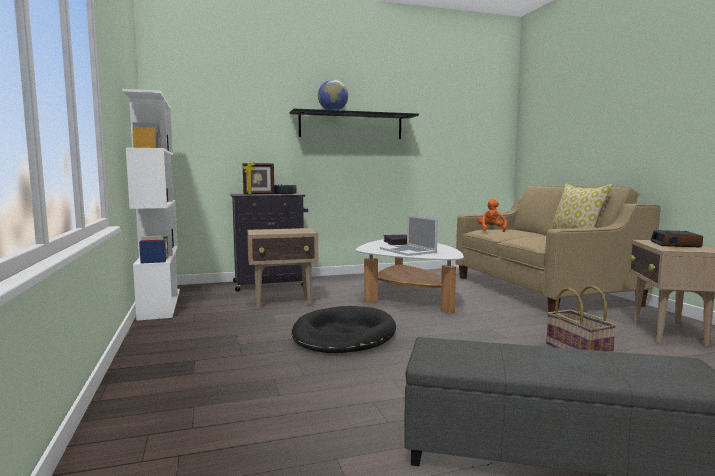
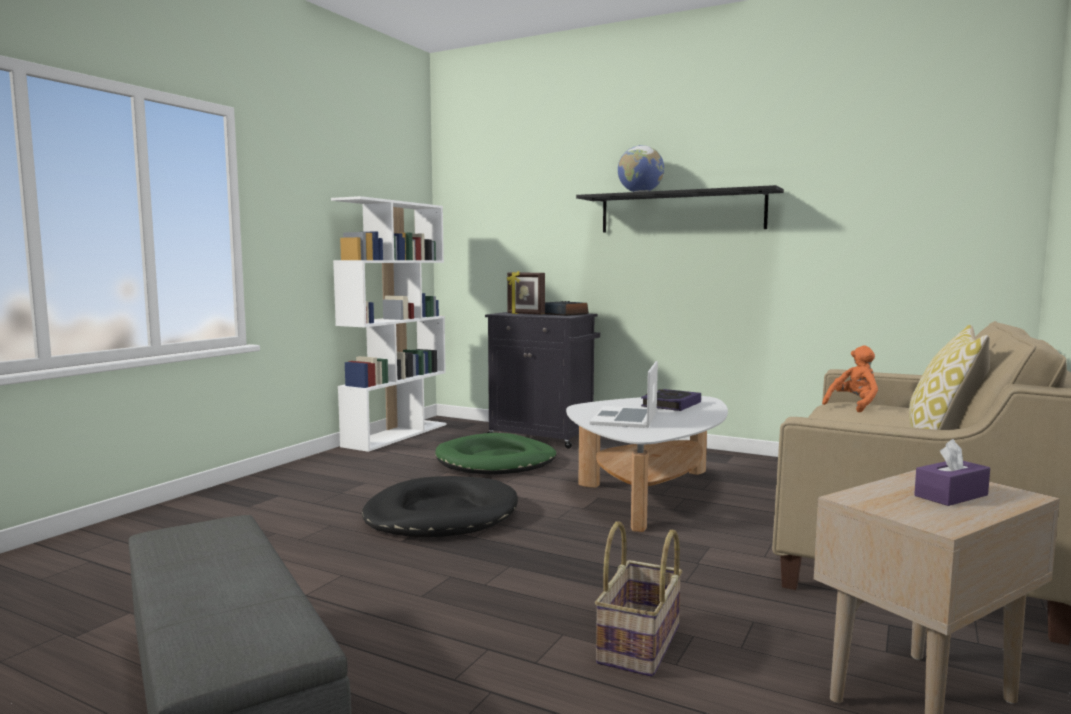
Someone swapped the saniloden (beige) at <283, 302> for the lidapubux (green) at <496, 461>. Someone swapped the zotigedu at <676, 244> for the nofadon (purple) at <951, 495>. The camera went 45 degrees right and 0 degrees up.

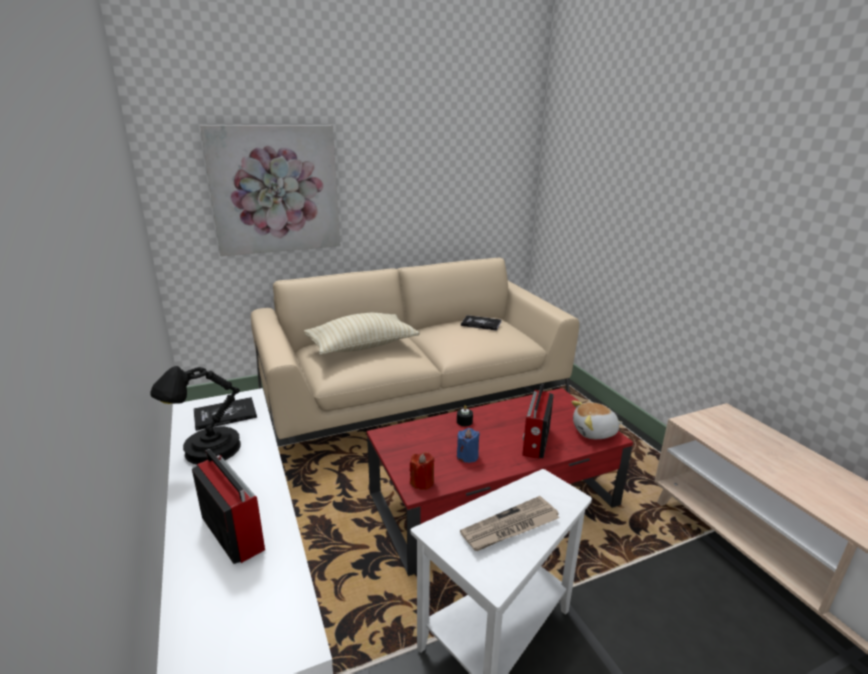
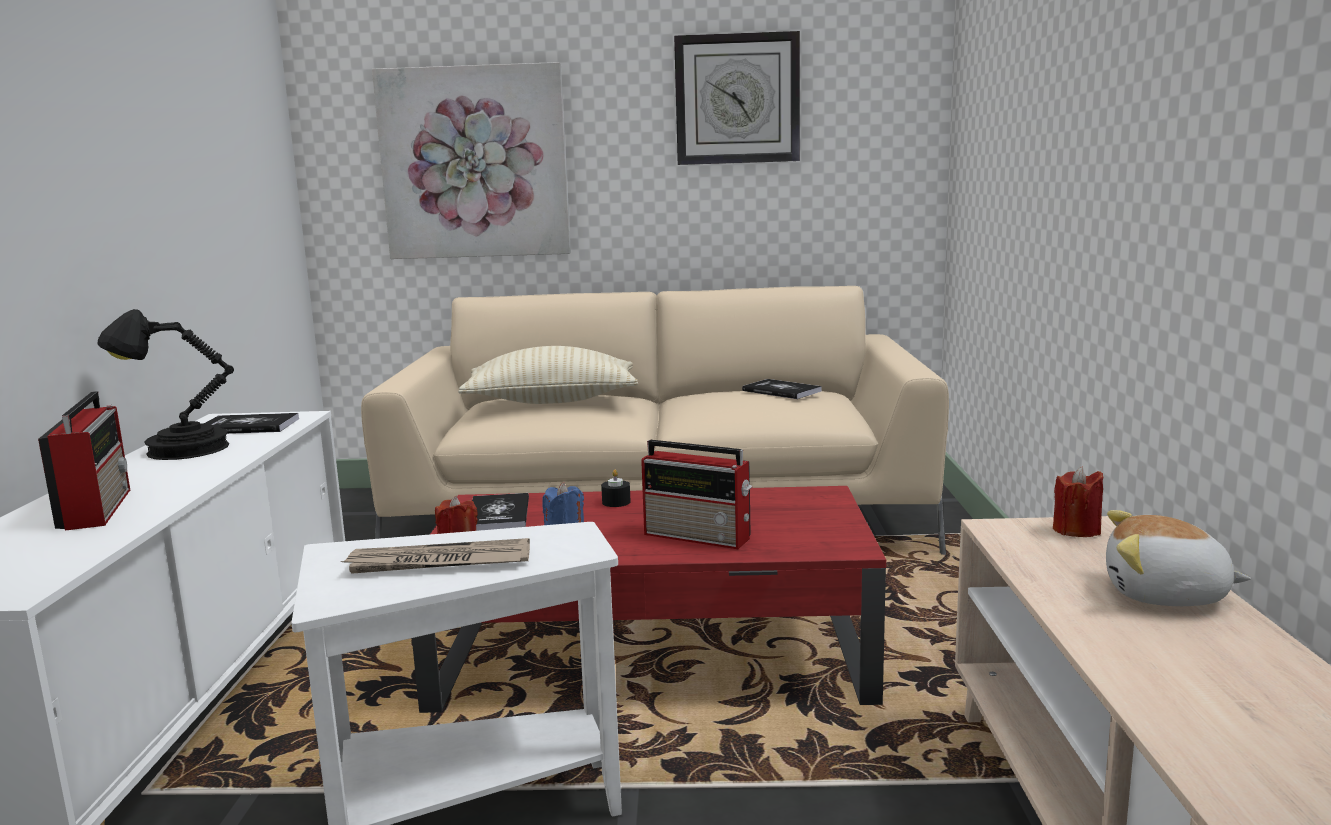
Someone rotated the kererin at <535, 442> by 105 degrees counterclockwise. Someone carried the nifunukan from <594, 432> to <1165, 595>. Someone put up the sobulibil at <737, 99>. Someone put down the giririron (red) at <1076, 530>. Someone put down the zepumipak at <498, 514>. The camera went 25 degrees right and 10 degrees down.

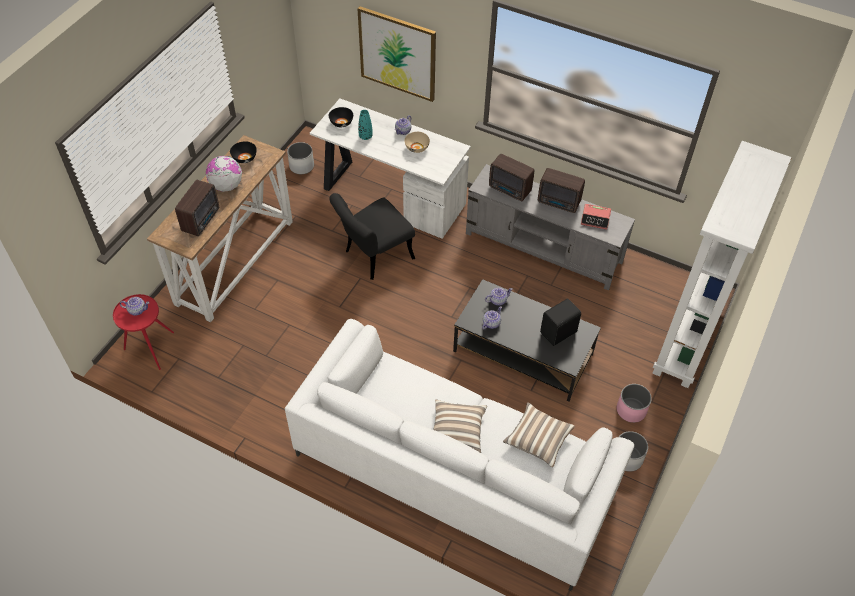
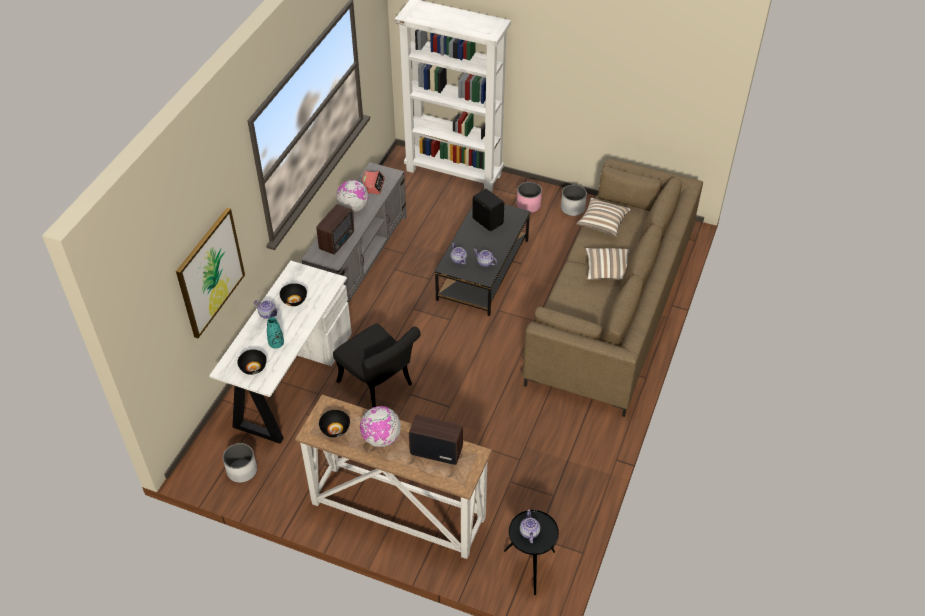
Someone repainted the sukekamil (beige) at <417, 148>, which became the sukekamil (black) at <294, 300>. Someone swapped the kererin at <559, 203> for the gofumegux at <353, 208>. Someone repainted the saniloden (red) at <150, 349>, which became the saniloden (black) at <530, 568>. Someone repainted the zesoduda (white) at <454, 471>, which became the zesoduda (brown) at <611, 307>. The camera went 95 degrees left and 5 degrees down.

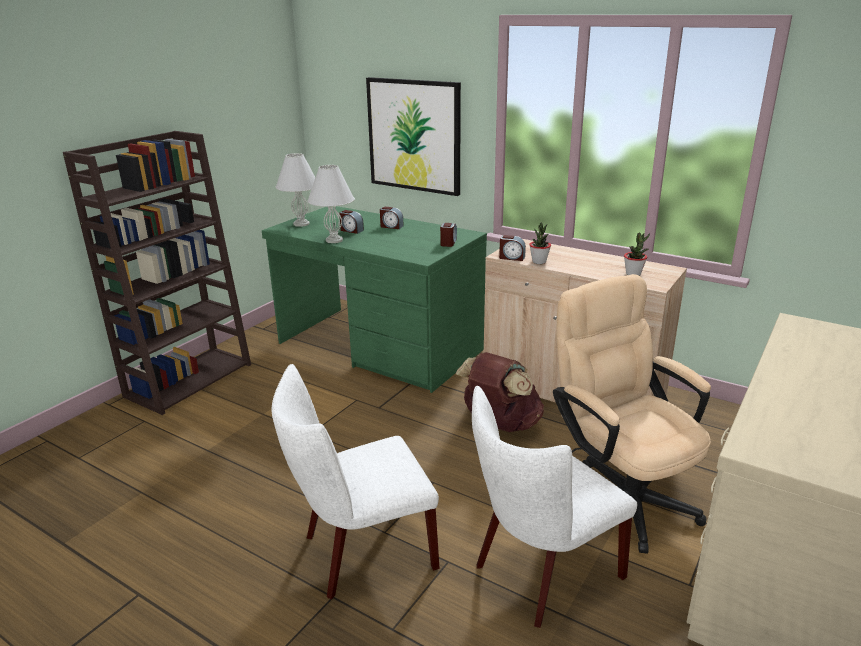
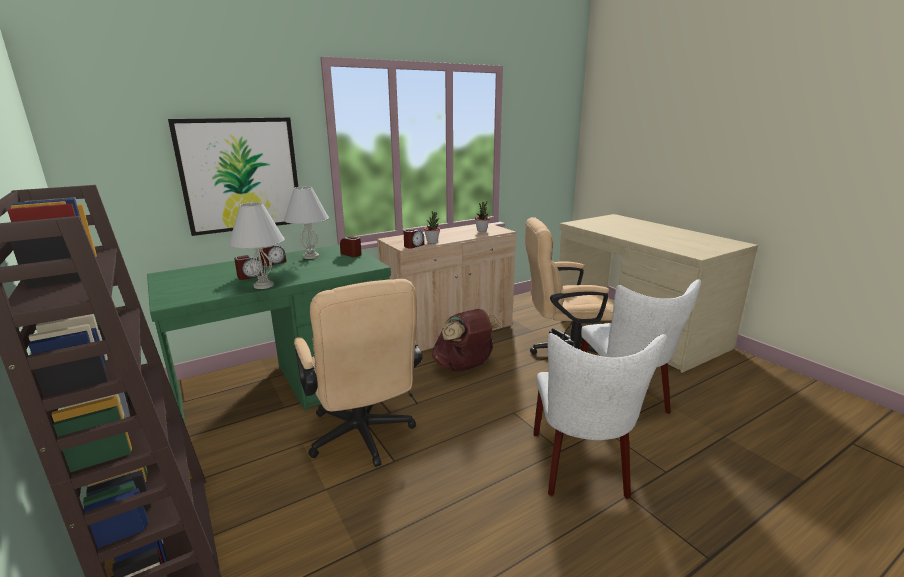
Someone carried the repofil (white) from <301, 224> to <310, 256>. Someone put down the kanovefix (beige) at <363, 438>. The camera went 65 degrees left and 5 degrees down.

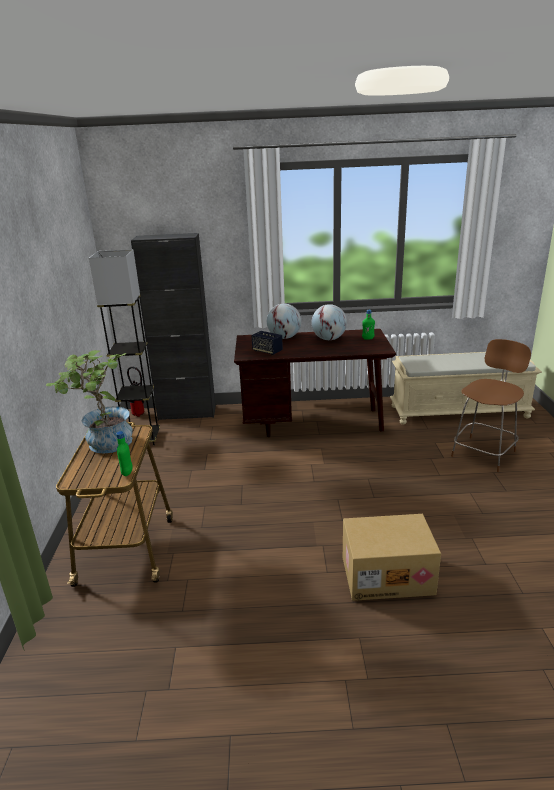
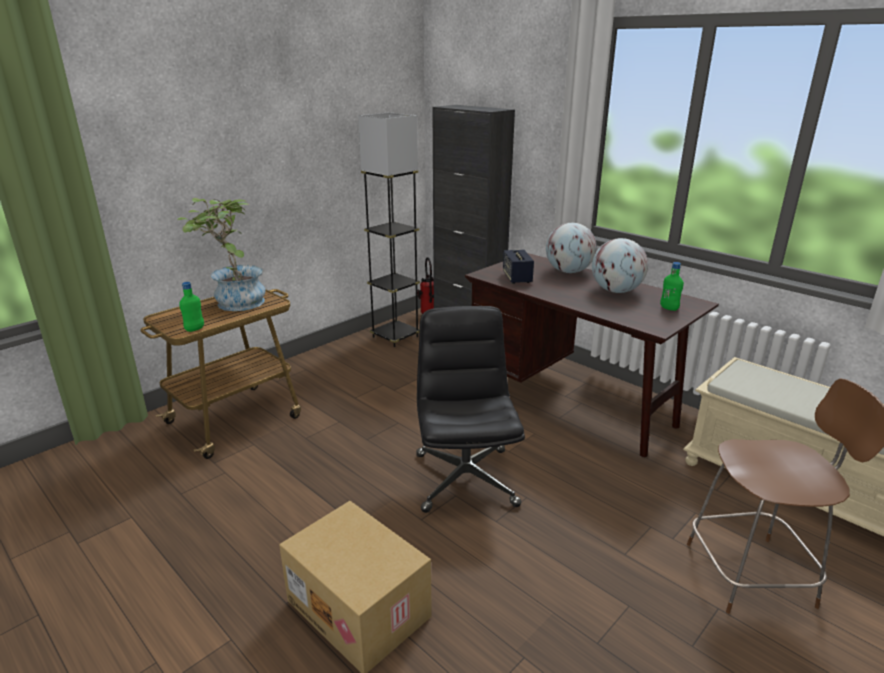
Someone put down the kanovefix (black) at <465, 478>. The camera went 45 degrees right and 0 degrees up.

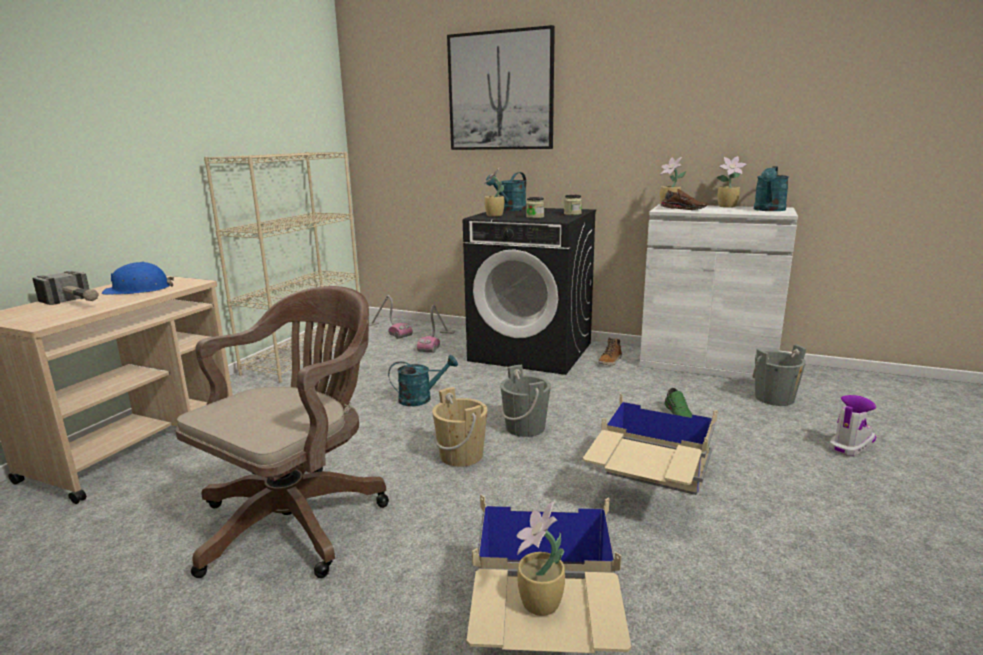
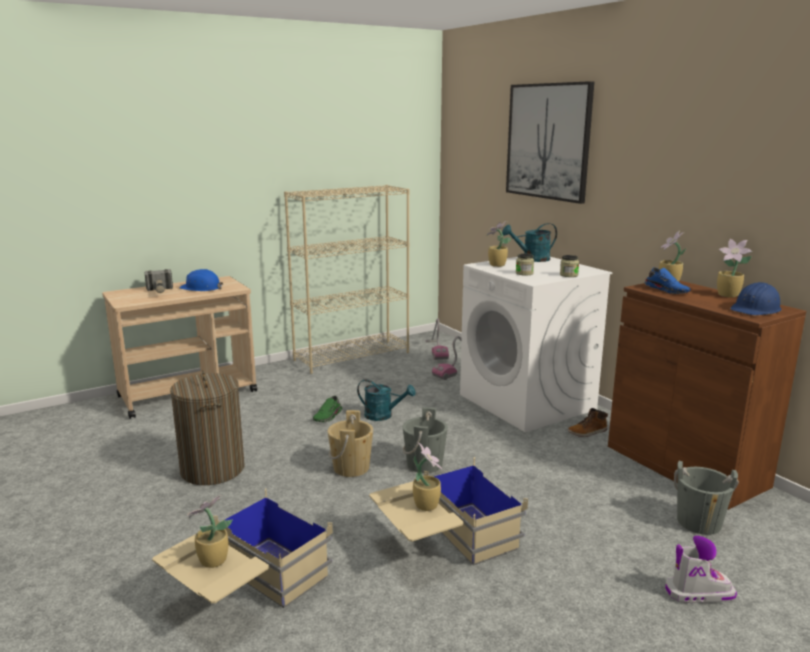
Someone swapped the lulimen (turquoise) at <769, 210> for the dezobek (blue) at <756, 309>. Someone repainted the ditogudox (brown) at <683, 209>, which became the ditogudox (blue) at <667, 290>. Someone repainted the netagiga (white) at <706, 364>, which became the netagiga (brown) at <685, 466>. Someone repainted the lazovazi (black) at <532, 351>, which became the lazovazi (white) at <528, 402>. Someone swapped the kanovefix (brown) at <299, 518> for the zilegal at <213, 469>. Someone carried the ditogudox (green) from <679, 414> to <328, 416>. Someone put down the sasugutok at <426, 505>. The camera went 35 degrees right and 0 degrees up.

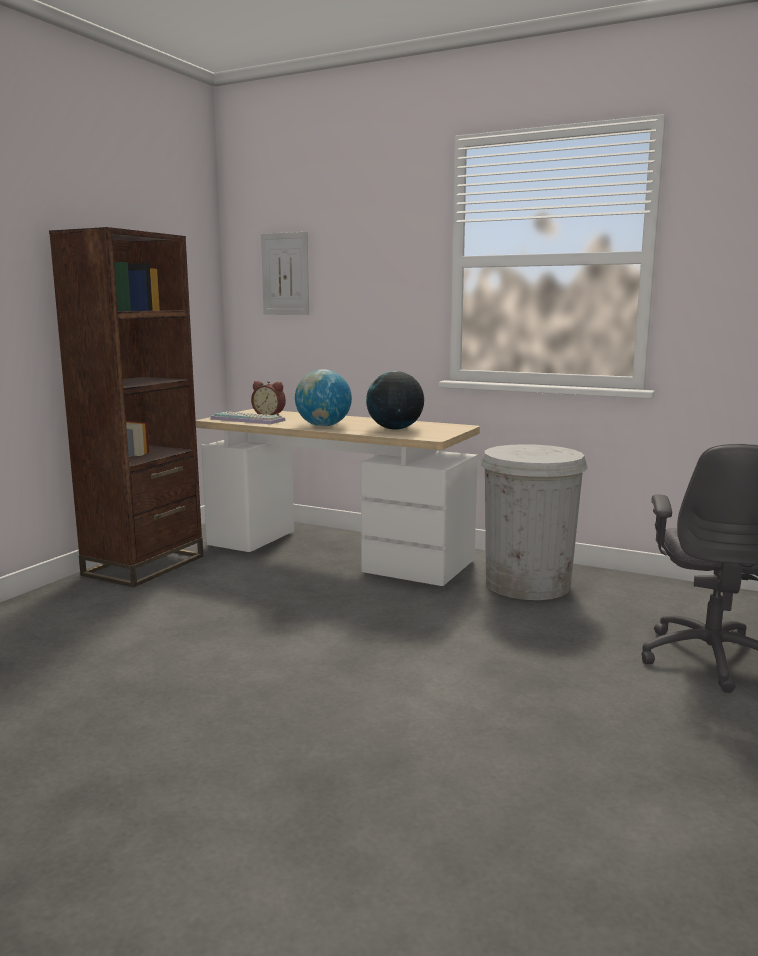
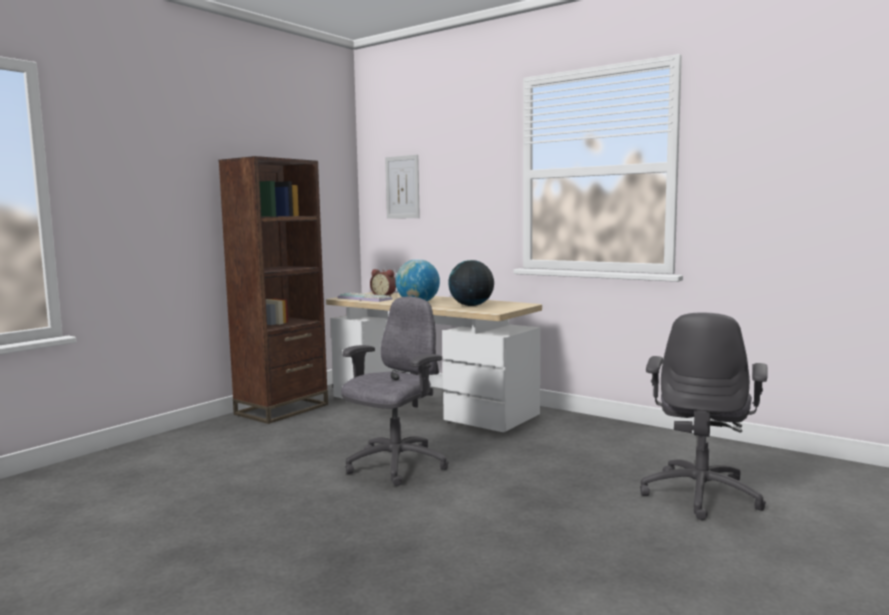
Someone took away the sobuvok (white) at <527, 584>. Someone put down the kanovefix (grey) at <395, 466>. The camera went 10 degrees right and 5 degrees down.

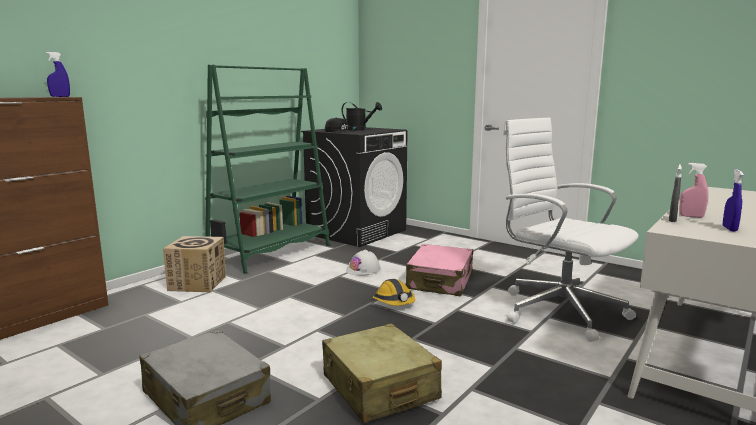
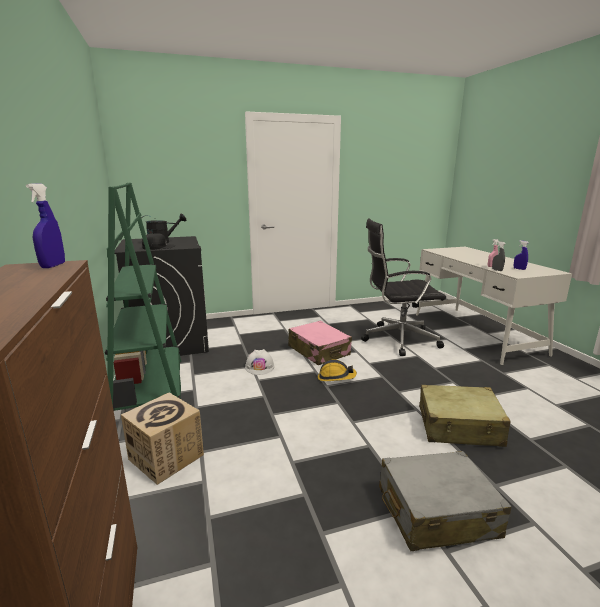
Someone repainted the kanovefix (white) at <558, 310>, which became the kanovefix (black) at <398, 339>. The camera went 55 degrees left and 5 degrees up.

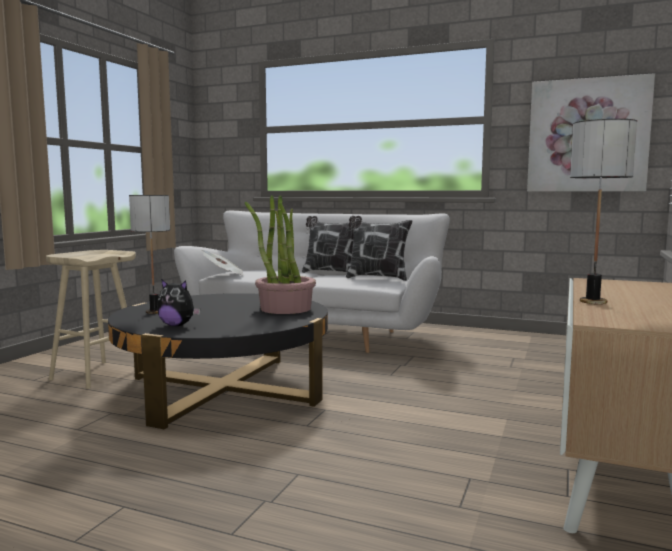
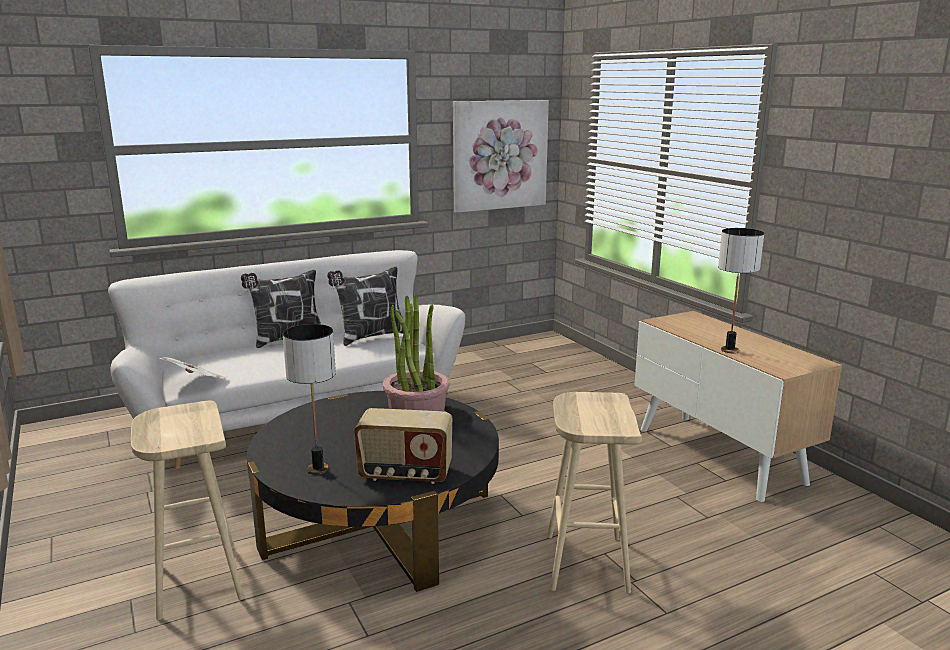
Someone swapped the nifunukan at <177, 325> for the kererin at <405, 474>. Someone put down the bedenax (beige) at <585, 561>. The camera went 50 degrees left and 10 degrees up.

